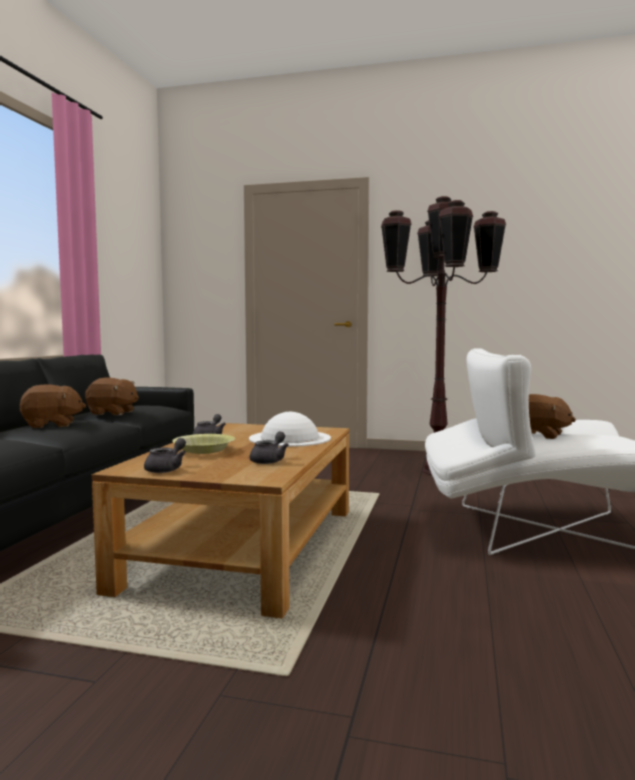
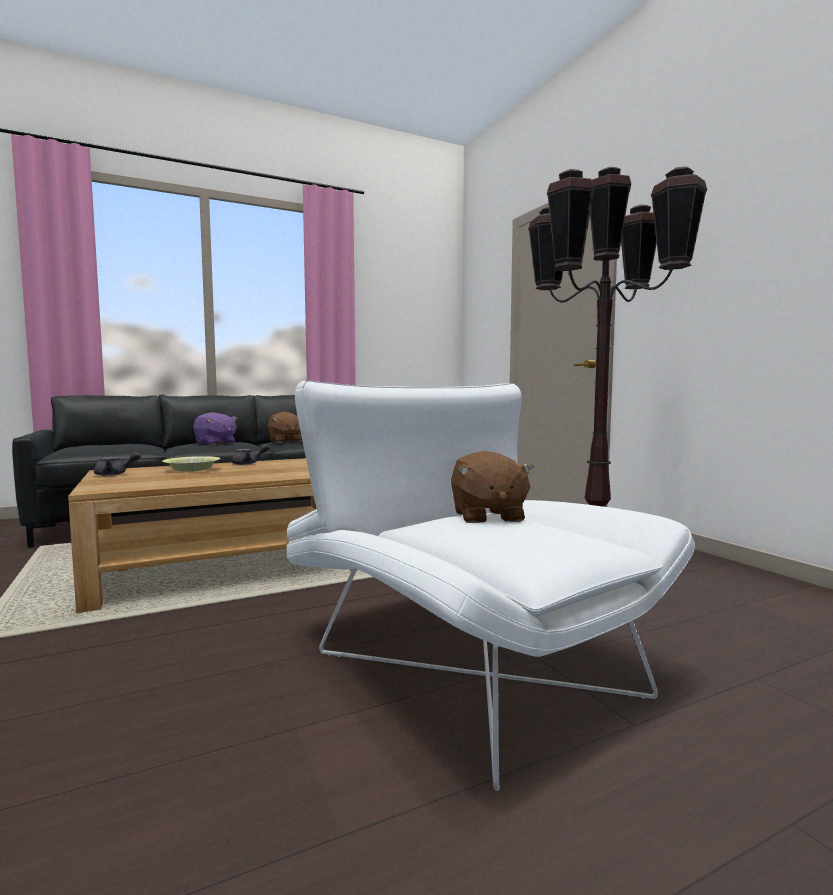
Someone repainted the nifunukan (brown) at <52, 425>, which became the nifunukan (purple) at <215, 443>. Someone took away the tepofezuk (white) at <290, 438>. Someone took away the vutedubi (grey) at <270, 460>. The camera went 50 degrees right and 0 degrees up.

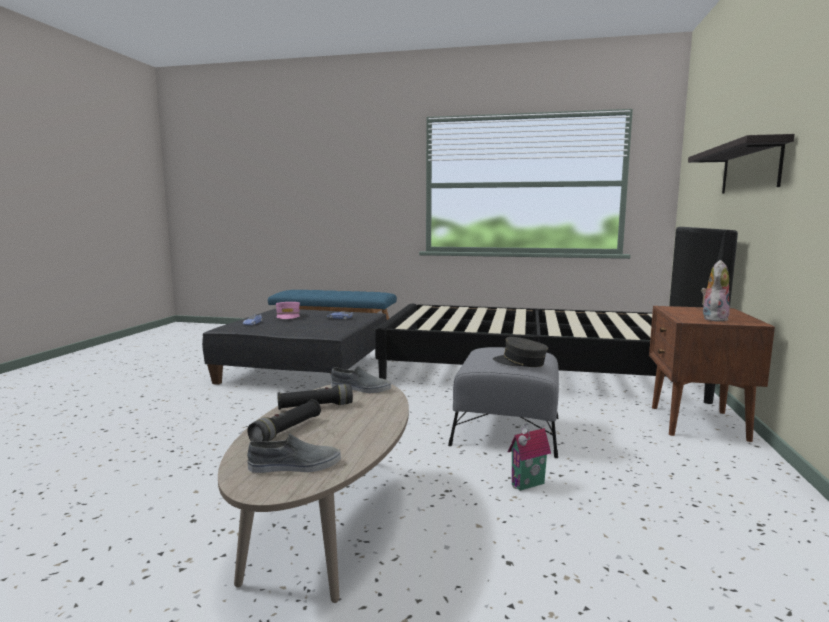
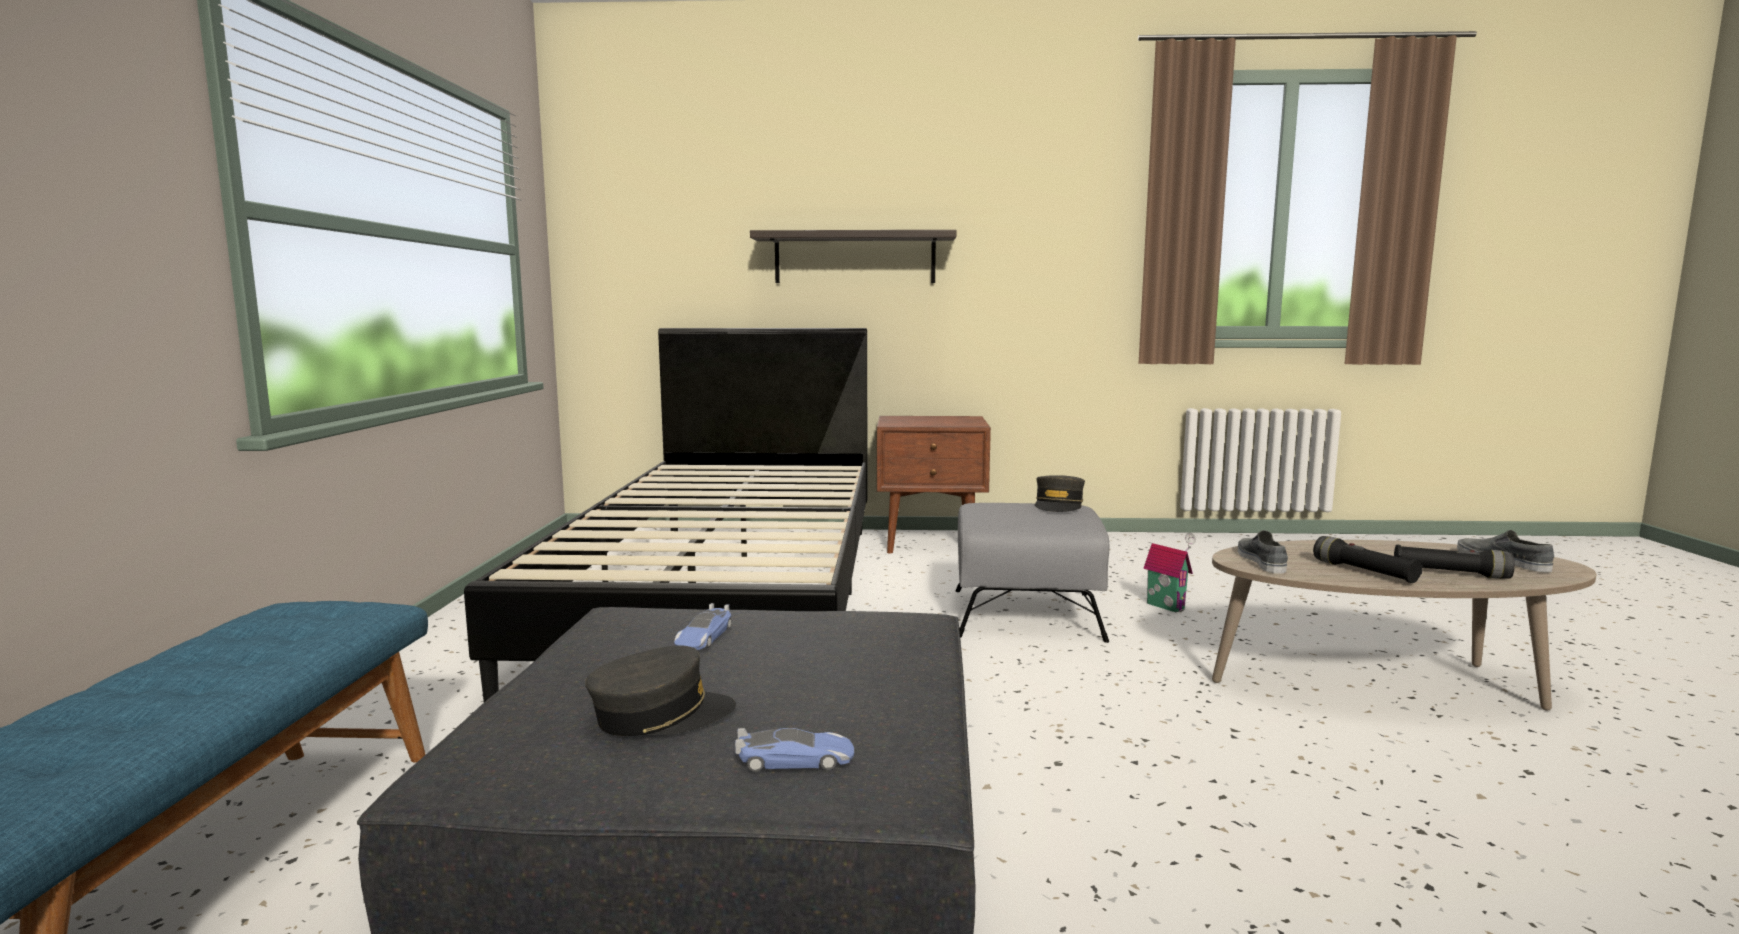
Someone took away the nifunukan at <713, 318>. Someone repainted the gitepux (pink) at <288, 316>, which became the gitepux (grey) at <661, 715>. The camera went 100 degrees left and 0 degrees up.

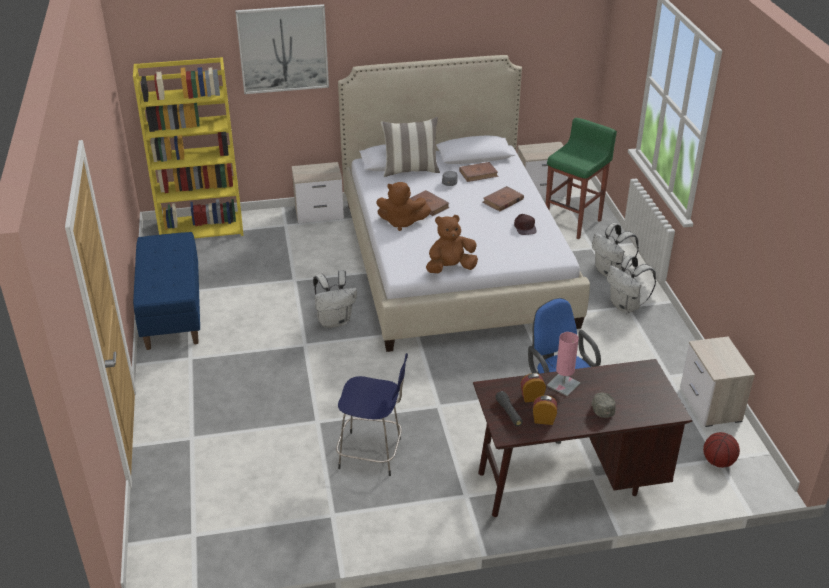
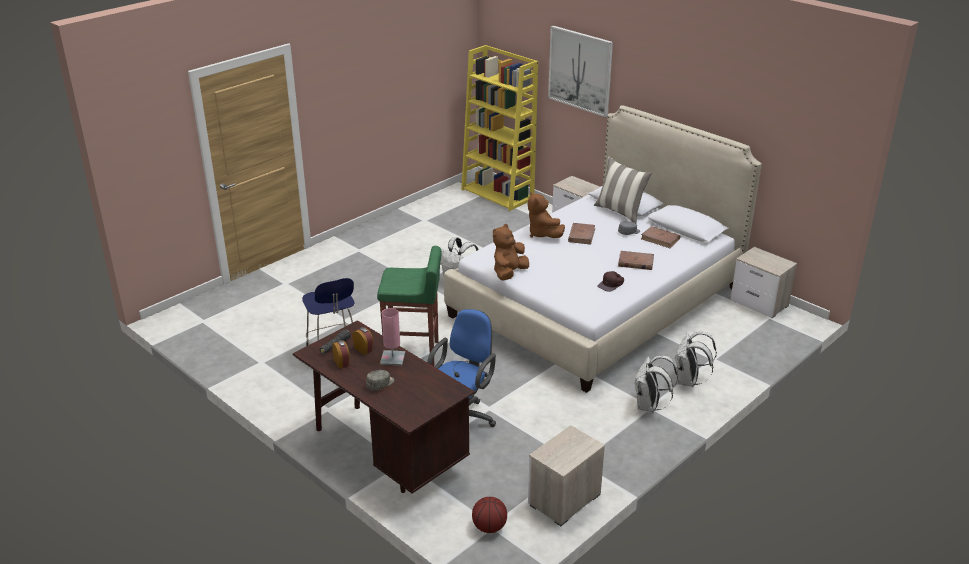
Someone carried the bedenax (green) from <574, 222> to <413, 353>. Someone rotated the nifunukan (brown) at <450, 268> by 90 degrees counterclockwise. Someone took away the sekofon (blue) at <172, 311>. The camera went 55 degrees right and 5 degrees down.

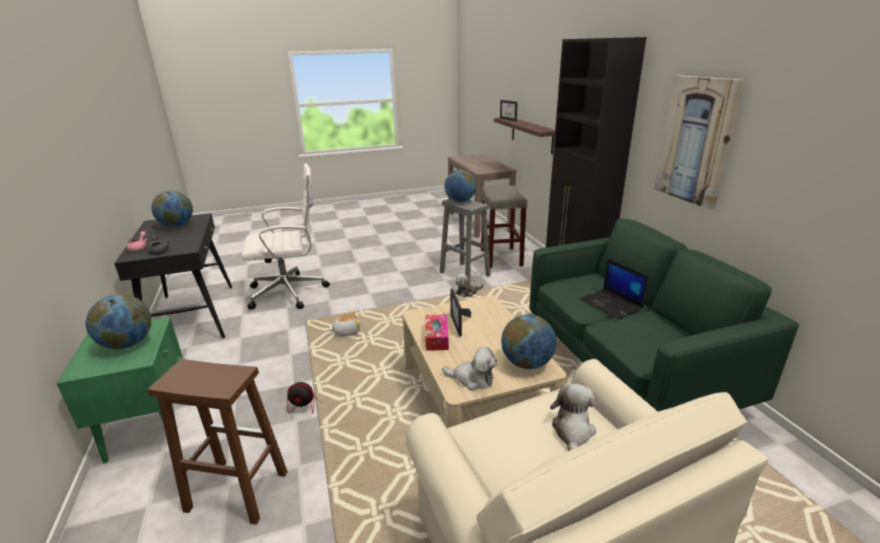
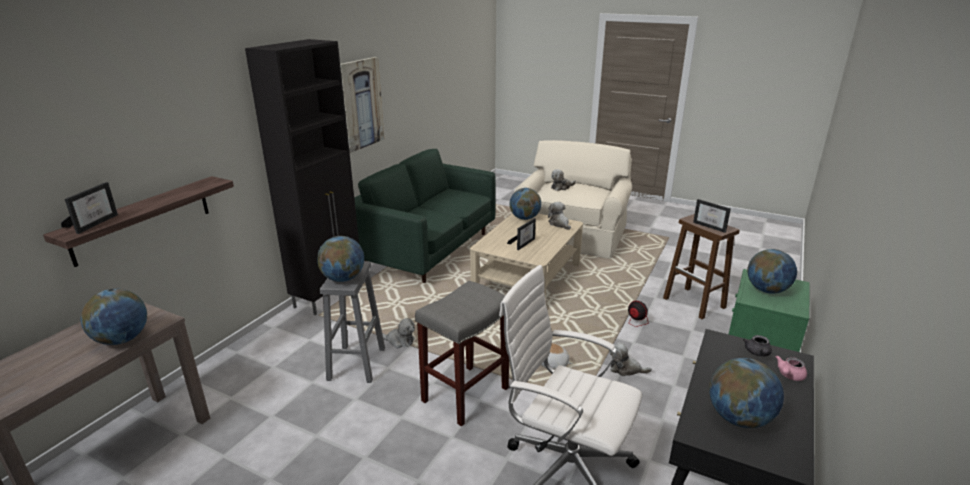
Someone carried the bedenax (grey) from <501, 258> to <465, 393>. Someone took away the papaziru at <611, 304>. Someone took away the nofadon at <436, 338>. Someone put down the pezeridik at <711, 226>. Someone put down the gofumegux at <122, 339>. Someone put down the nifunukan at <626, 369>. The camera went 135 degrees left and 0 degrees up.

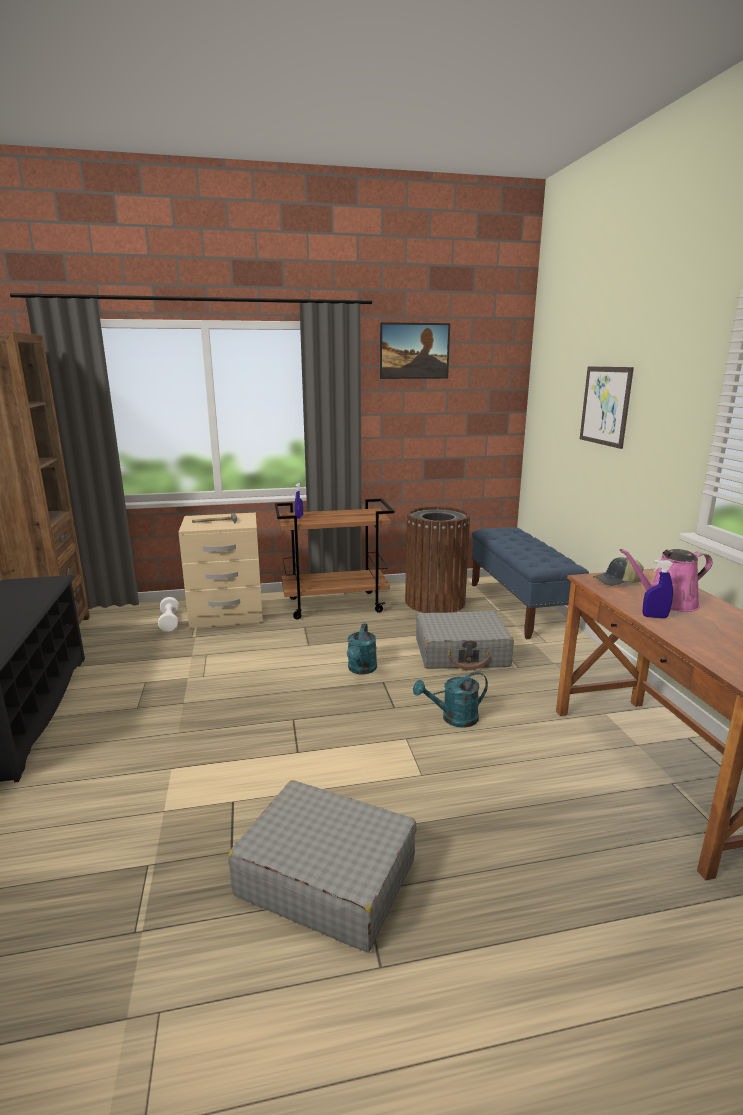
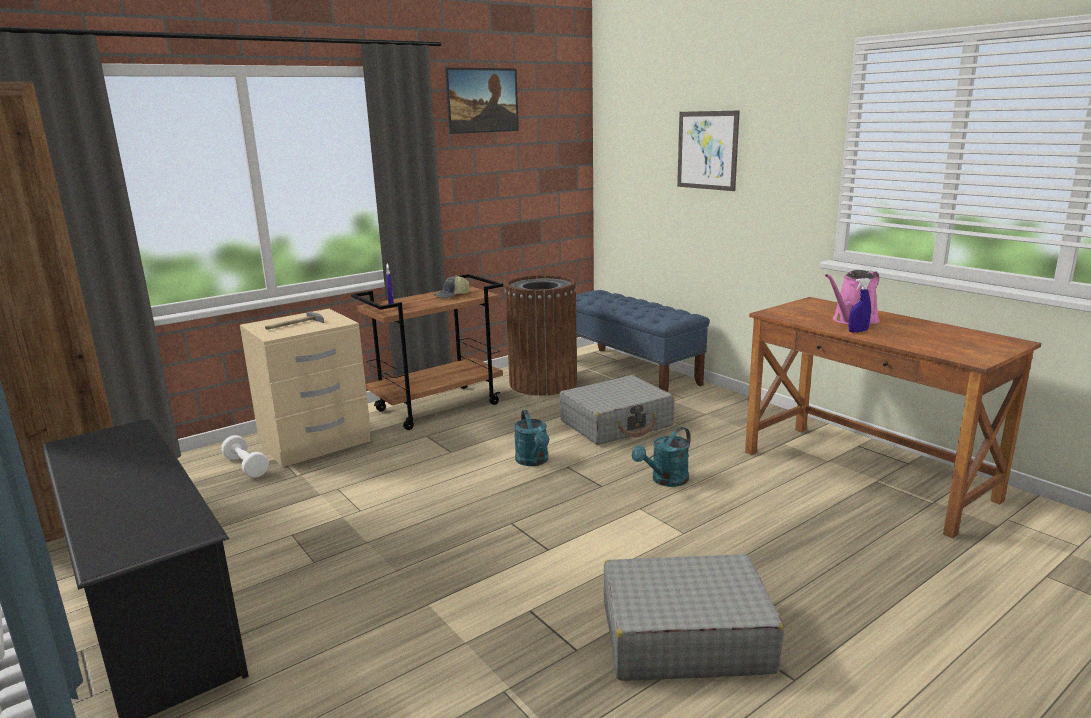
Someone carried the gitepux from <617, 581> to <452, 296>. The camera went 25 degrees left and 0 degrees up.

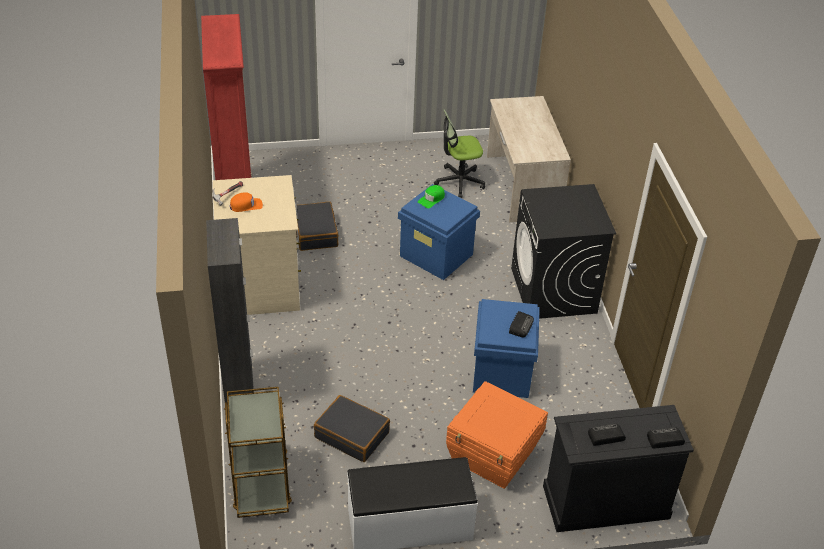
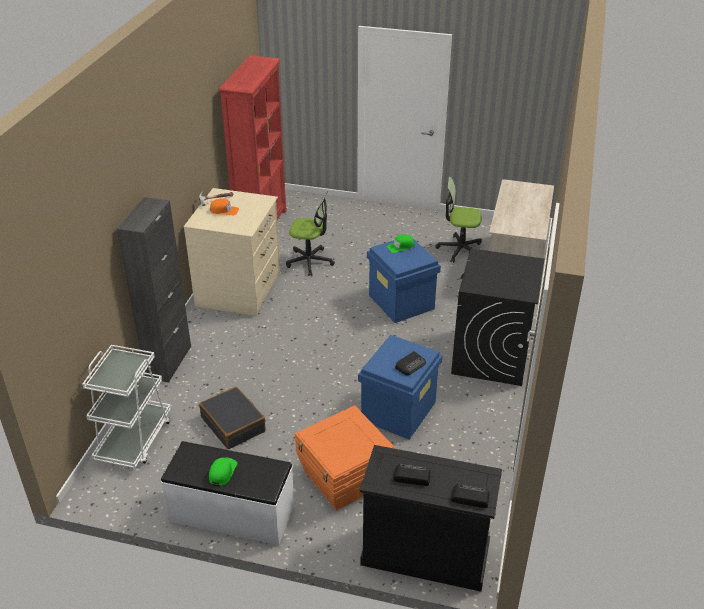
Someone swapped the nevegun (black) at <315, 233> for the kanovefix at <310, 261>. Someone repainted the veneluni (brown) at <261, 482>, which became the veneluni (white) at <134, 439>. Someone put down the gitepux (green) at <222, 472>. The camera went 25 degrees right and 5 degrees down.

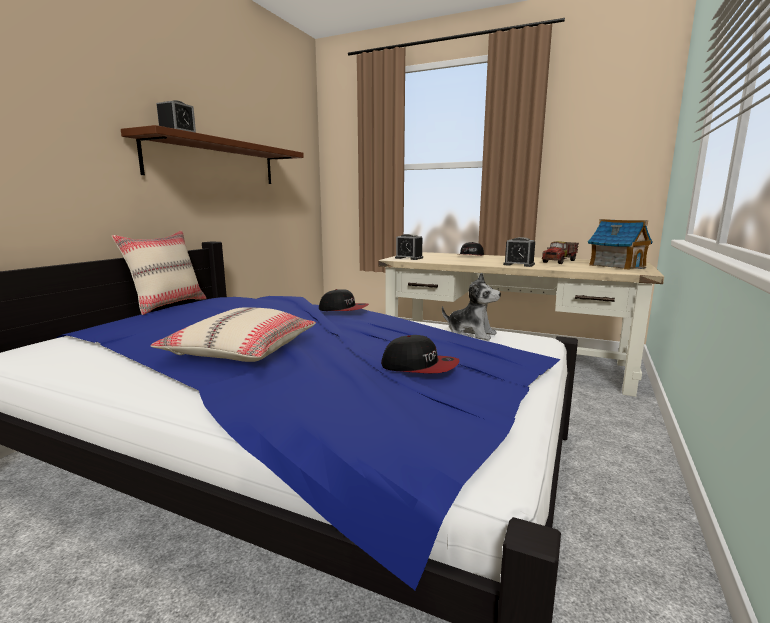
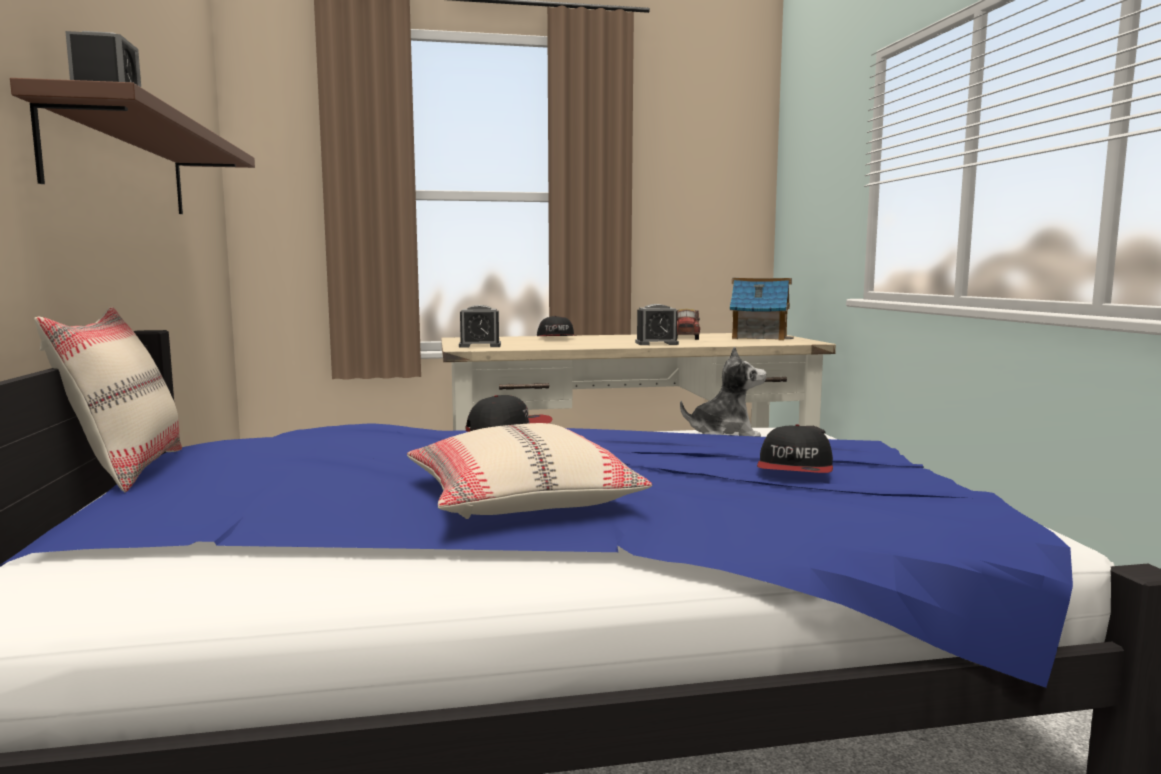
Someone rotated the gitepux at <420, 366> by 120 degrees clockwise. The camera went 35 degrees left and 5 degrees down.

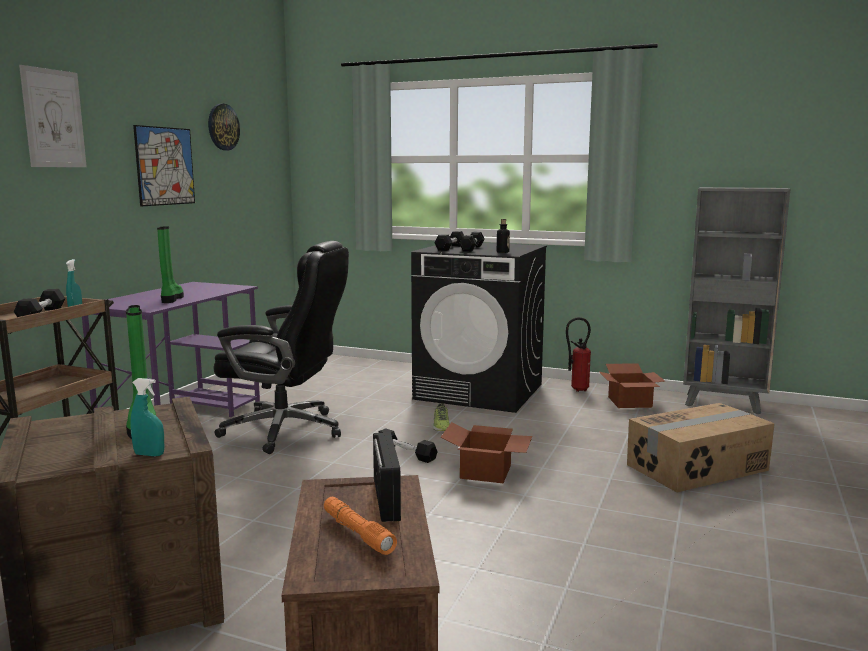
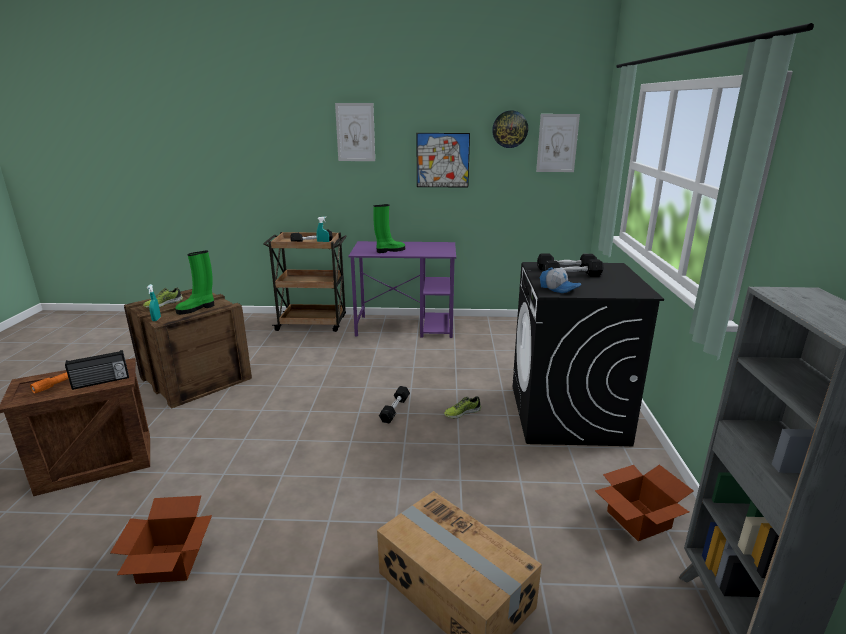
Someone swapped the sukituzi at <502, 252> for the gitepux at <559, 288>. Someone took away the kanovefix (black) at <286, 430>. Someone took away the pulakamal at <576, 389>. Someone carried the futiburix from <487, 472> to <168, 564>. Someone put up the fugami at <557, 143>. Someone put down the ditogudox at <163, 304>. The camera went 70 degrees right and 10 degrees up.

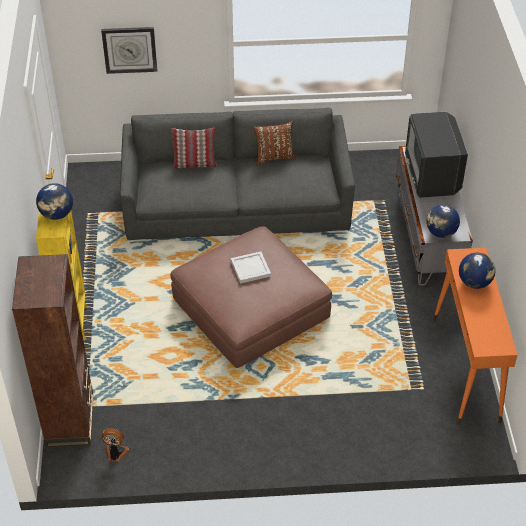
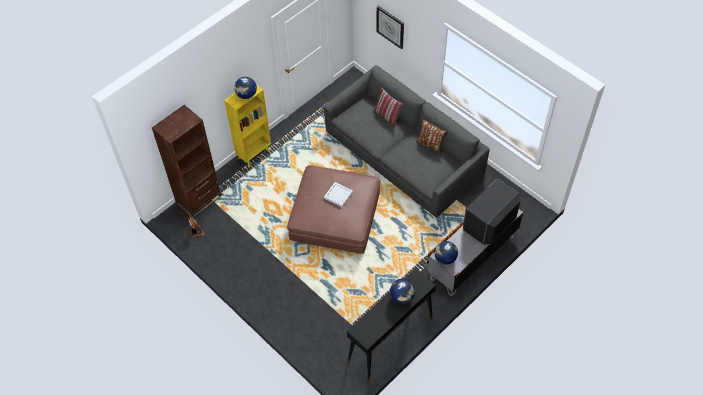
Someone repainted the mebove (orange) at <466, 369>, which became the mebove (black) at <390, 340>. The camera went 50 degrees right and 10 degrees up.

